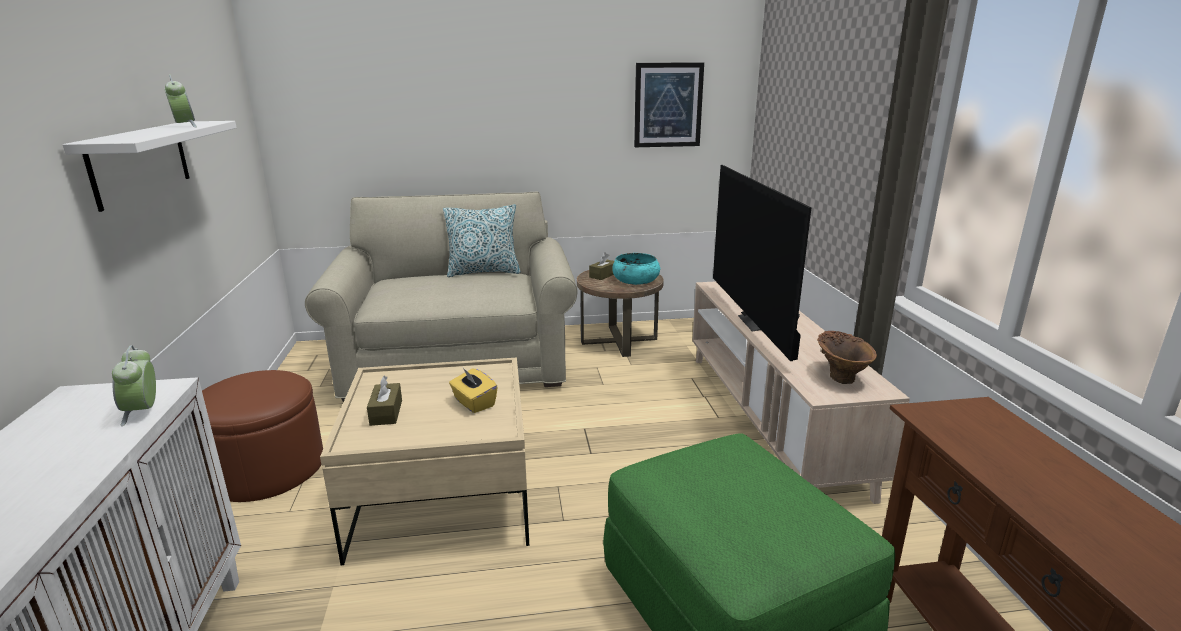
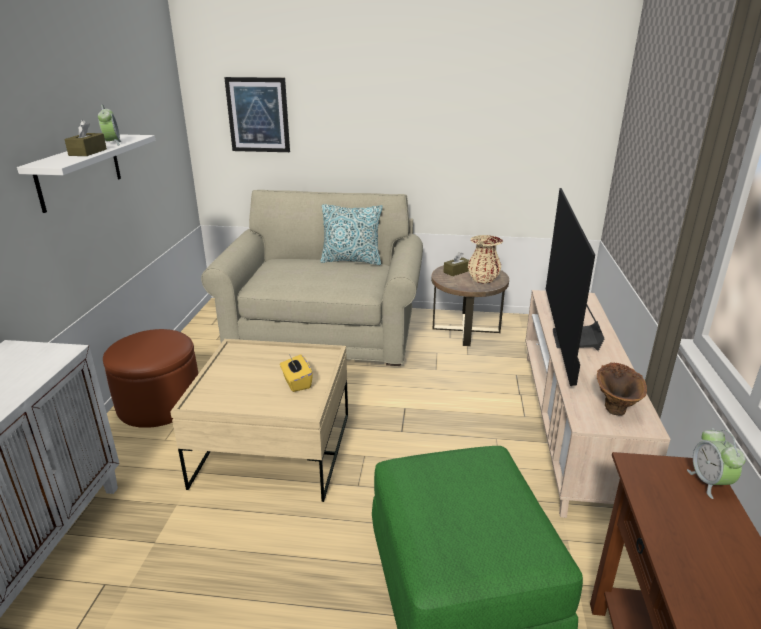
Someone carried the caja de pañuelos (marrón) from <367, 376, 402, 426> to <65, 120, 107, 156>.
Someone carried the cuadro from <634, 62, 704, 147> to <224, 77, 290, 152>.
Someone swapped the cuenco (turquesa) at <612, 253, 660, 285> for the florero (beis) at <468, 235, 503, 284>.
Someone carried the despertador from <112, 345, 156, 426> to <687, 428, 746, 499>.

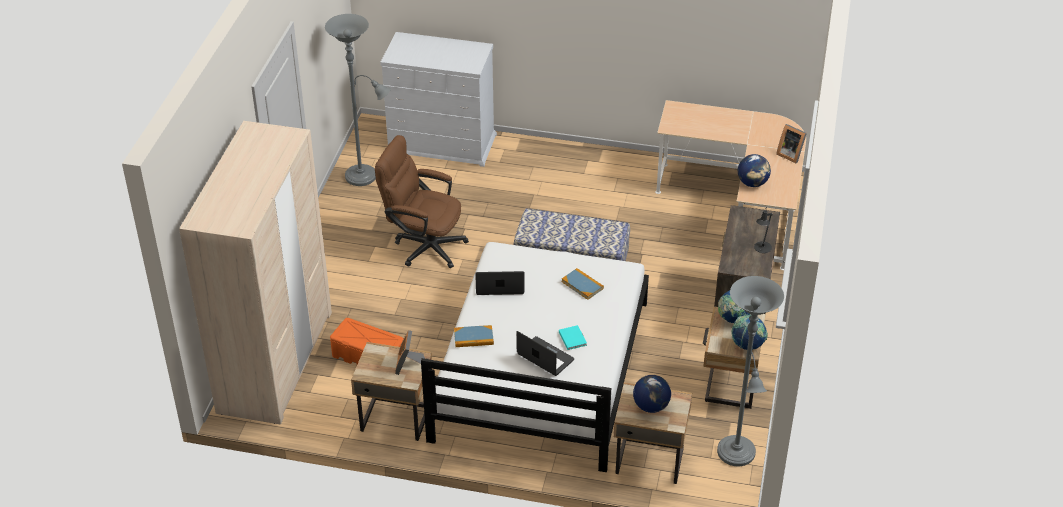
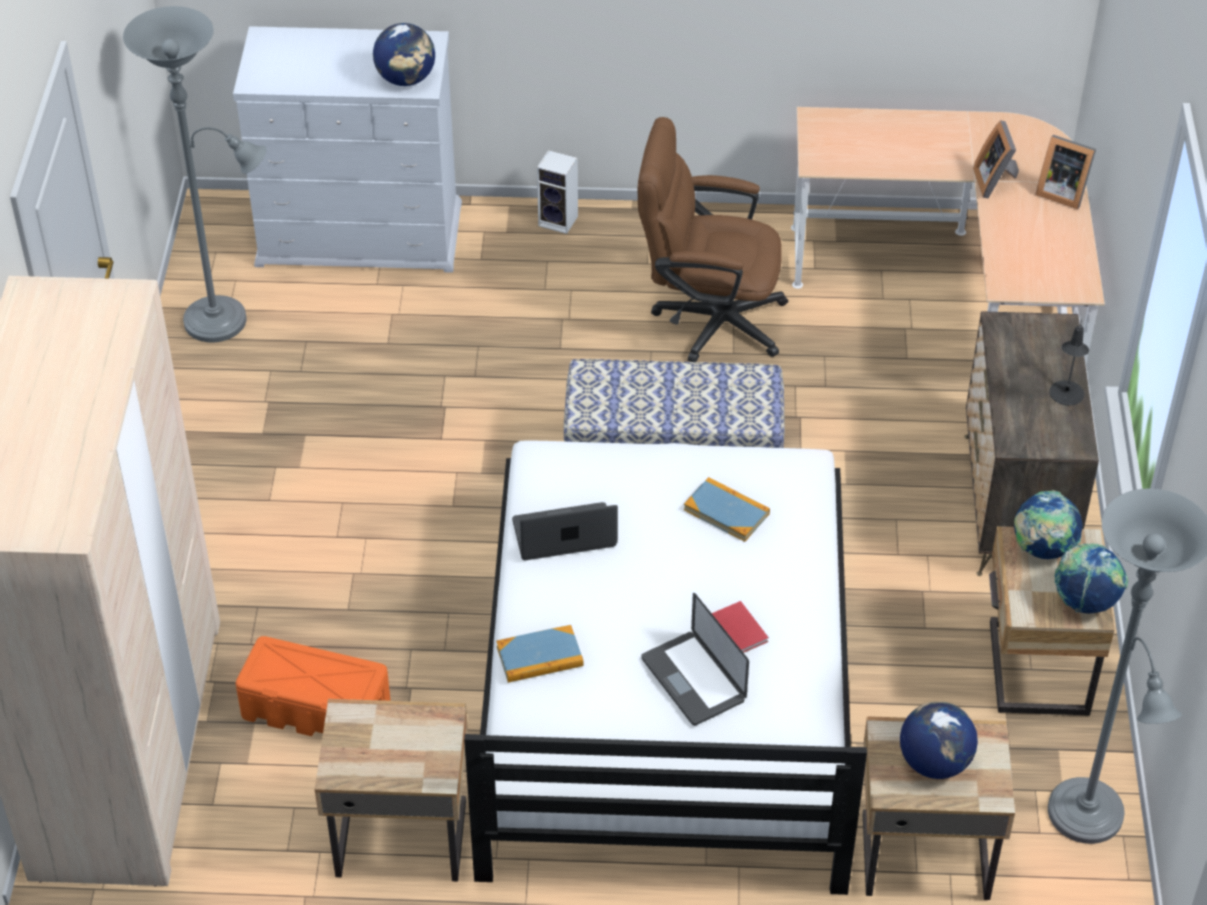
Someone carried the globo terráqueo from <738, 154, 771, 187> to <373, 23, 435, 86>.
Someone put down the altavoz at <537, 150, 578, 234>.
Someone carried the silla de oficina (marrón) from <375, 135, 469, 268> to <638, 117, 788, 362>.
Someone rotated the portátil at <516, 331, 574, 376> by 150 degrees counterclockwise.
Someone repainted the libro (turquesa) at <559, 325, 587, 350>, which became the libro (rojo) at <712, 601, 769, 653>.
Someone carried the portarretratos from <395, 330, 425, 375> to <973, 120, 1019, 198>.

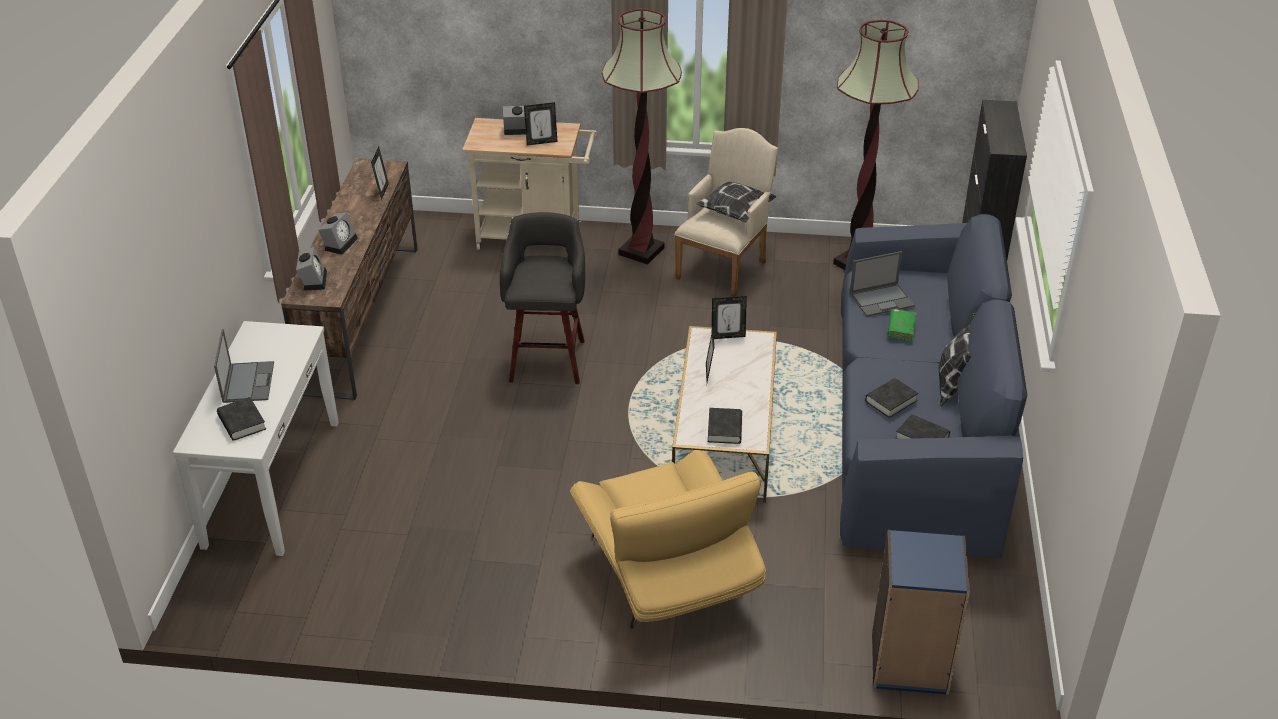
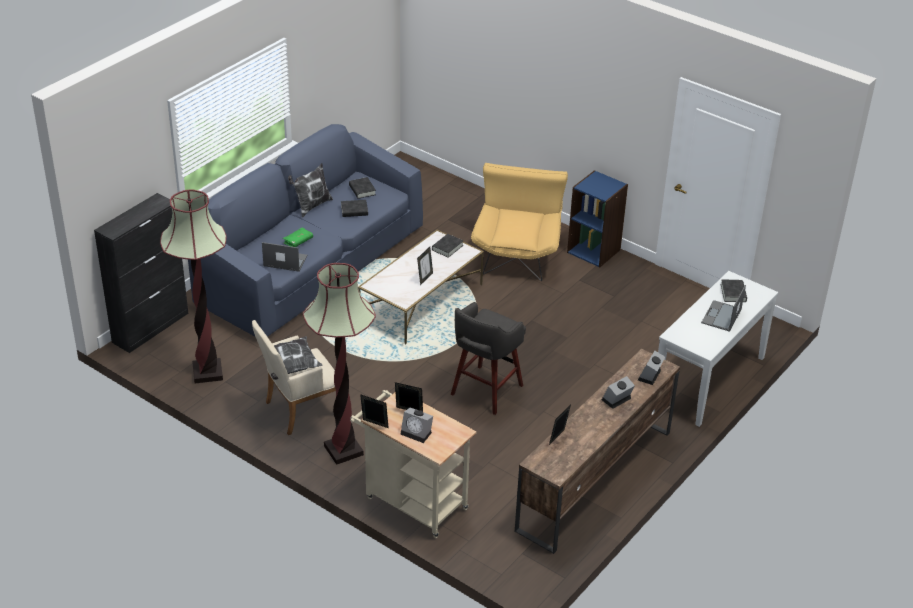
Someone carried the portarretratos from <712, 296, 747, 339> to <360, 394, 389, 428>.
Someone carried the estantería (azul) from <872, 530, 970, 695> to <567, 170, 628, 267>.

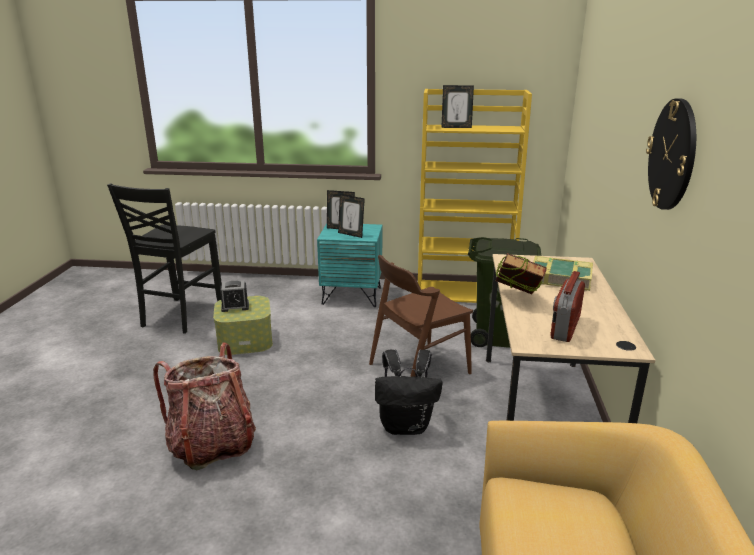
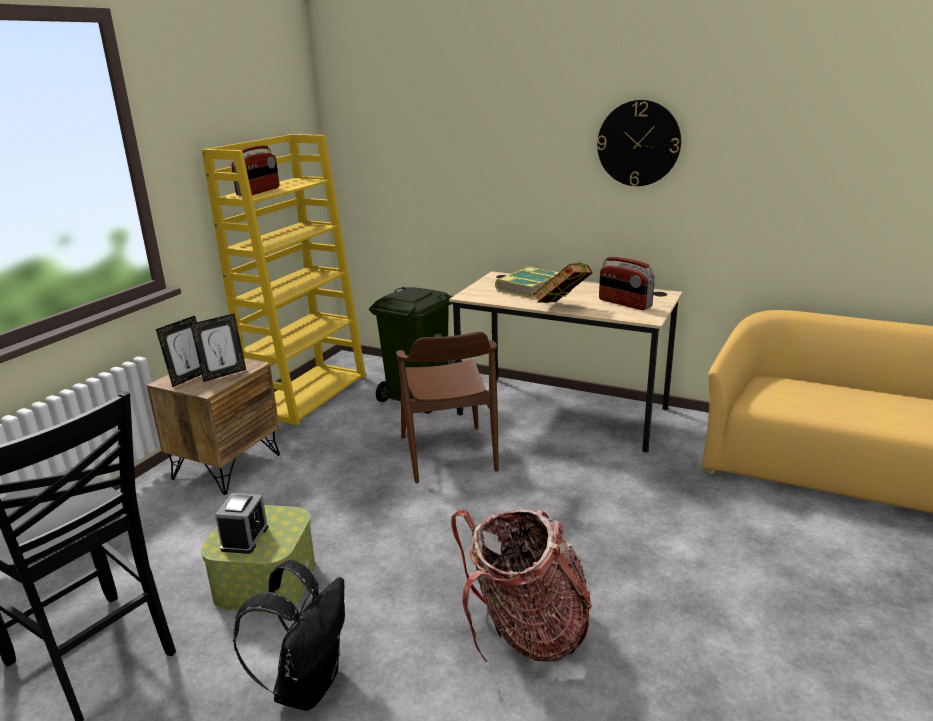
Someone repainted the mesita de noche (turquesa) at <317, 223, 382, 307>, which became the mesita de noche (marrón) at <147, 358, 280, 495>.
Someone swapped the portarretratos at <441, 85, 474, 128> for the radio at <232, 146, 279, 196>.
Someone carried the mochila (negro) from <375, 349, 443, 435> to <233, 560, 345, 711>.

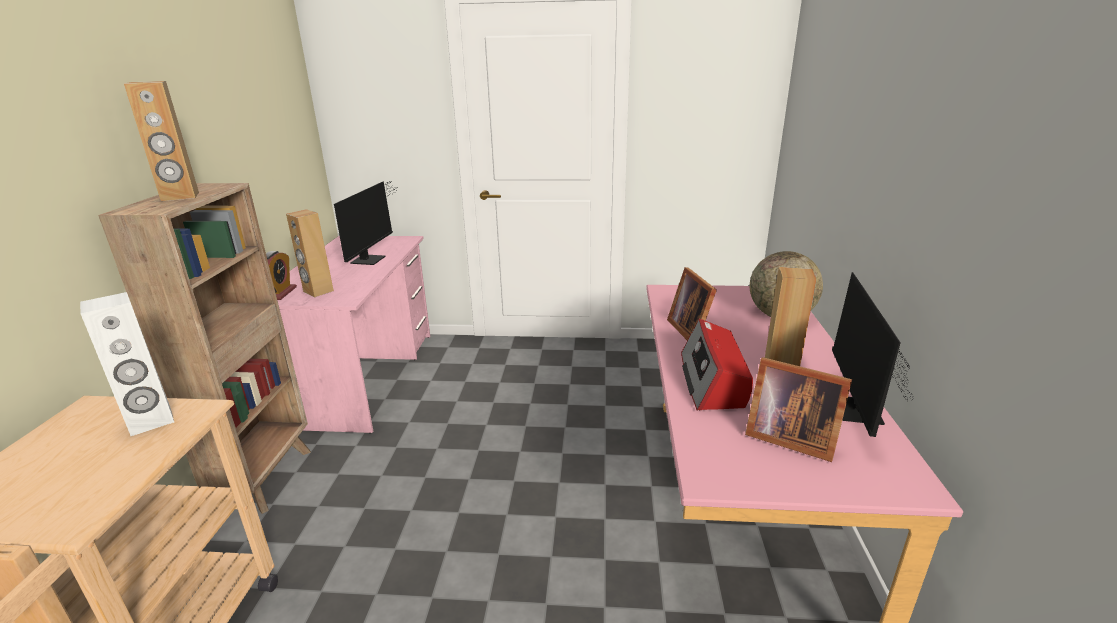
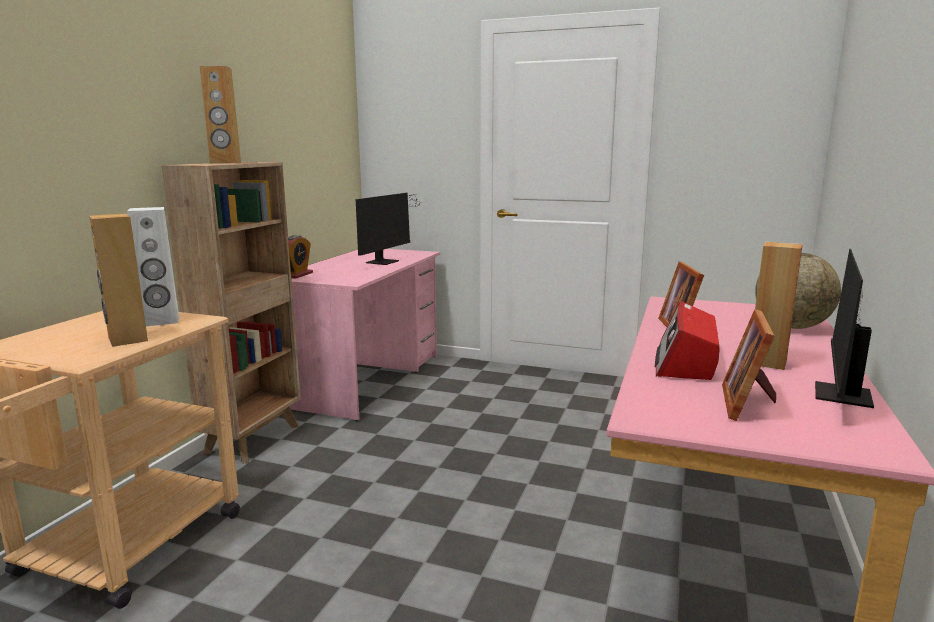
Someone carried the altavoz (marrón) from <286, 209, 334, 297> to <89, 214, 148, 347>.
Someone rotated the portarretratos at <745, 357, 852, 462> by 60 degrees clockwise.

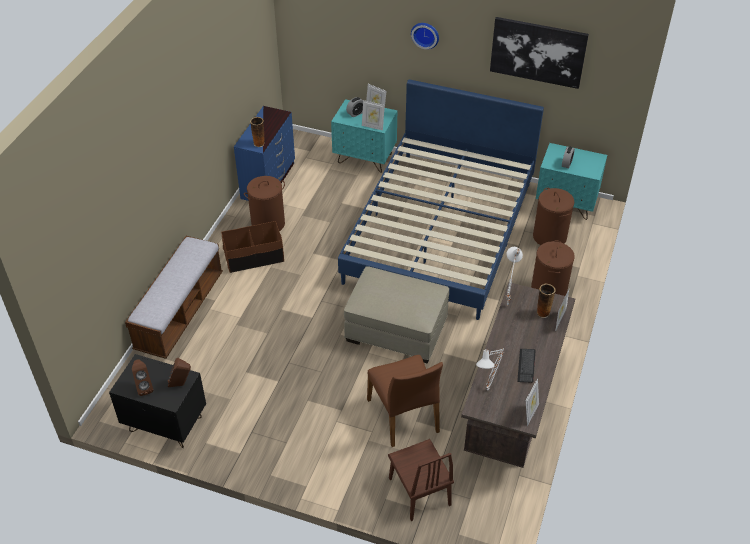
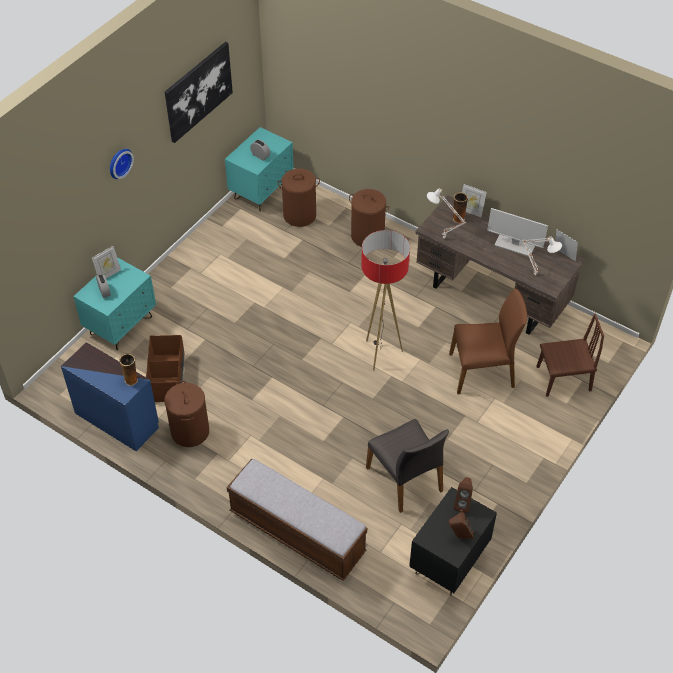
Someone carried the caja de almacenaje (marrón) from <221, 221, 284, 273> to <146, 335, 185, 402>.
Someone swapped the puf (beis) at <344, 266, 449, 363> for the lámpara de pie at <361, 230, 410, 371>.
Someone put down the silla (gris) at <366, 419, 449, 513>.
Someone swapped the teclado at <517, 349, 536, 383> for the monitor at <487, 208, 548, 257>.
Someone took away the cama (azul) at <338, 79, 544, 320>.
Someone took away the portarretratos at <362, 100, 385, 131>.

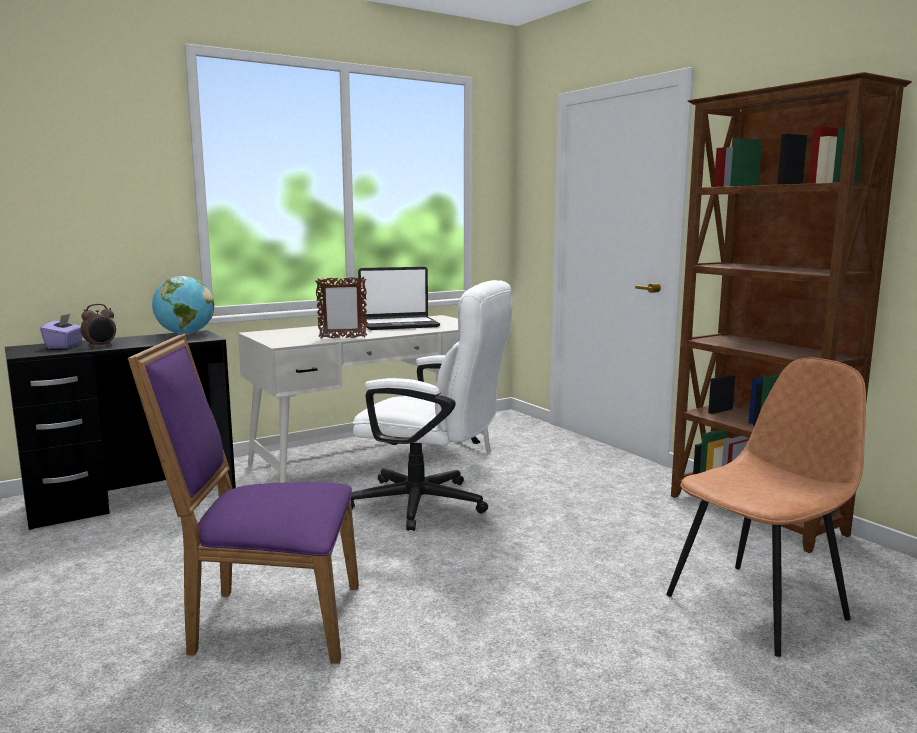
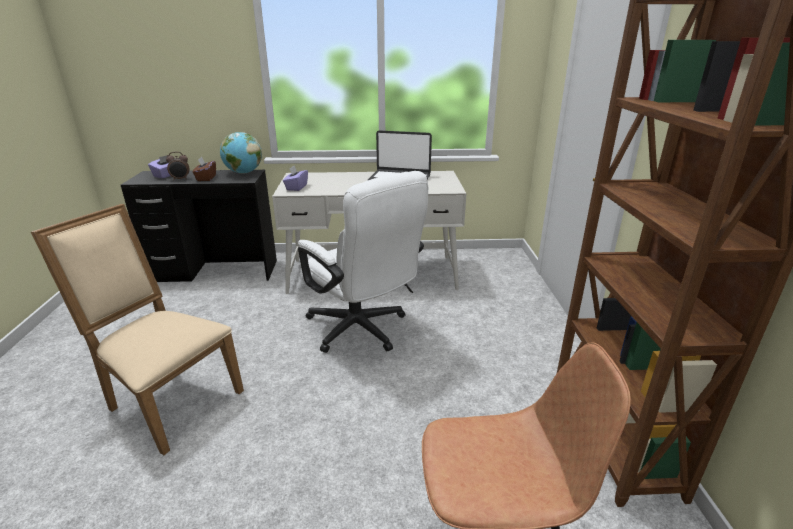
Someone repainted the silla (morado) at <128, 334, 359, 663>, which became the silla (beis) at <31, 204, 244, 455>.
Someone put down the caja de pañuelos (marrón) at <193, 157, 216, 181>.
Someone put down the caja de pañuelos (morado) at <283, 165, 308, 191>.
Someone took away the portarretratos at <315, 276, 367, 339>.

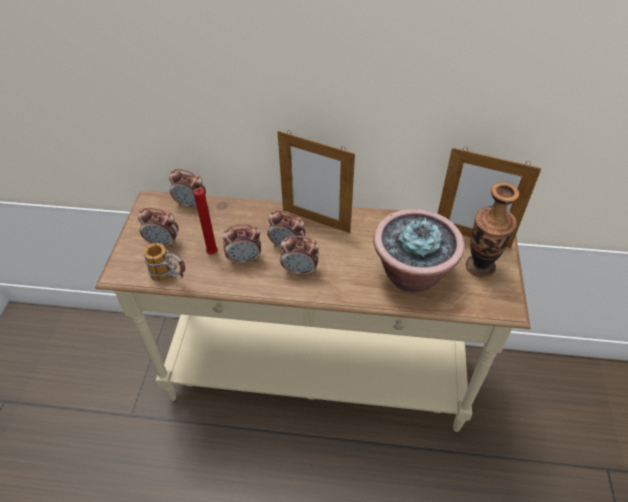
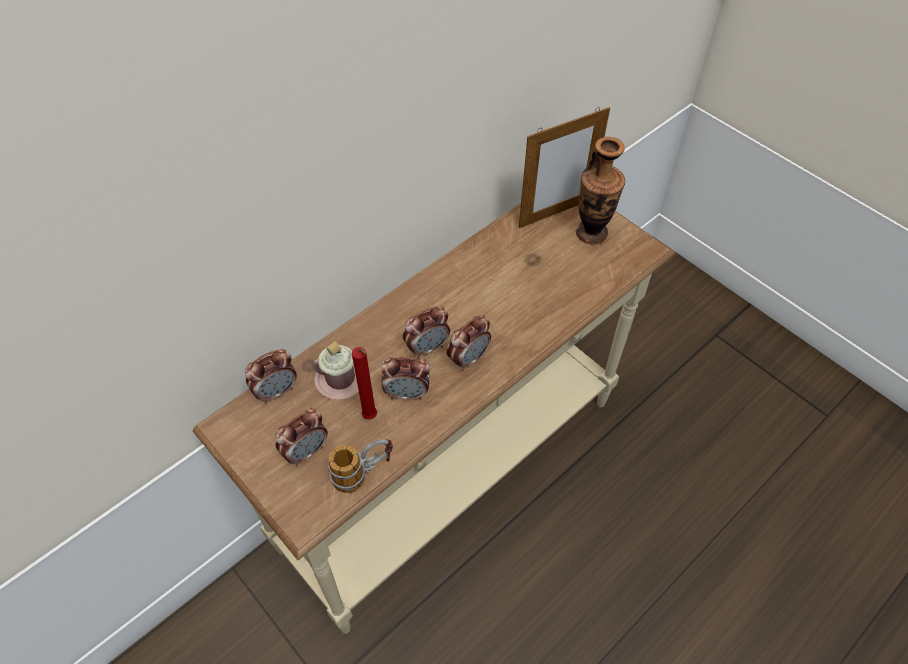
Someone put down the taza grande (rosa) at <313, 341, 359, 400>.
Someone rotated the despertador at <222, 224, 261, 265> by 60 degrees clockwise.
Someone took away the portarretratos at <277, 130, 355, 233>.
Someone took away the planta en maceta at <373, 209, 464, 293>.

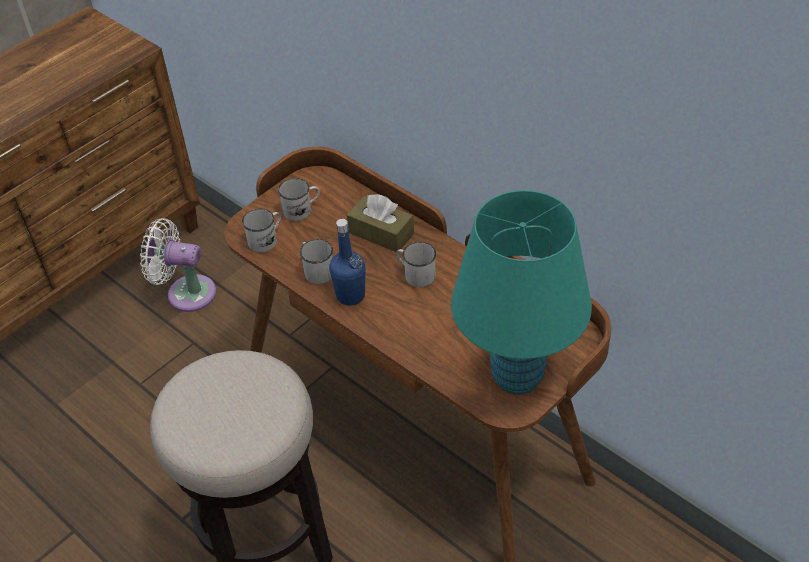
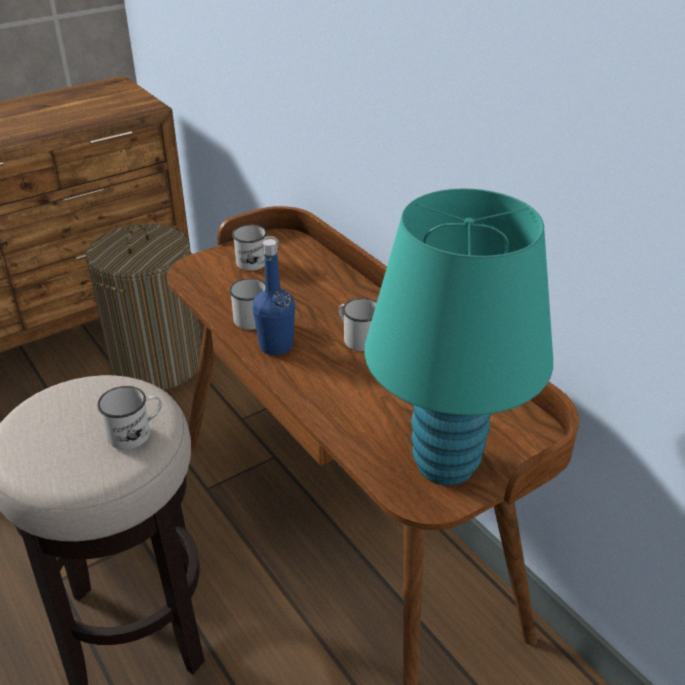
Someone swapped the ventilador (blanco) at <140, 218, 217, 312> for the cesto de la ropa at <86, 224, 201, 390>.
Someone carried the taza grande (blanco) from <242, 209, 281, 252> to <97, 386, 162, 450>.
Someone took away the caja de pañuelos (marrón) at <347, 194, 414, 252>.

